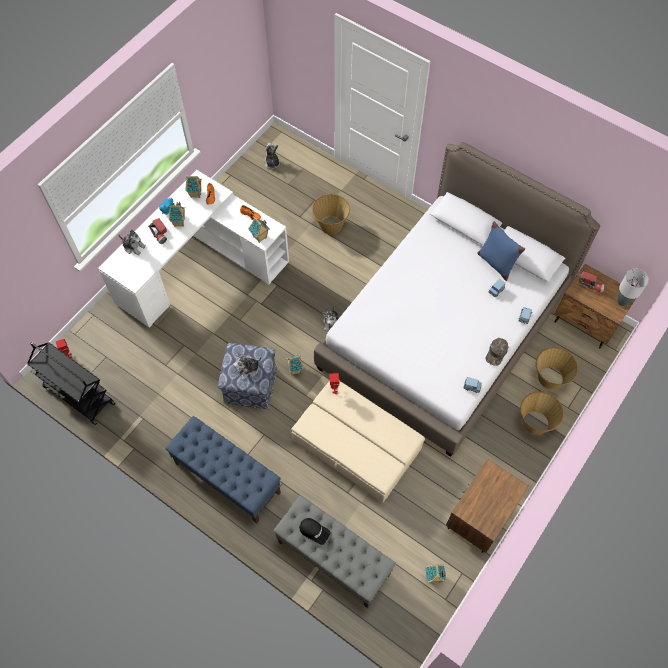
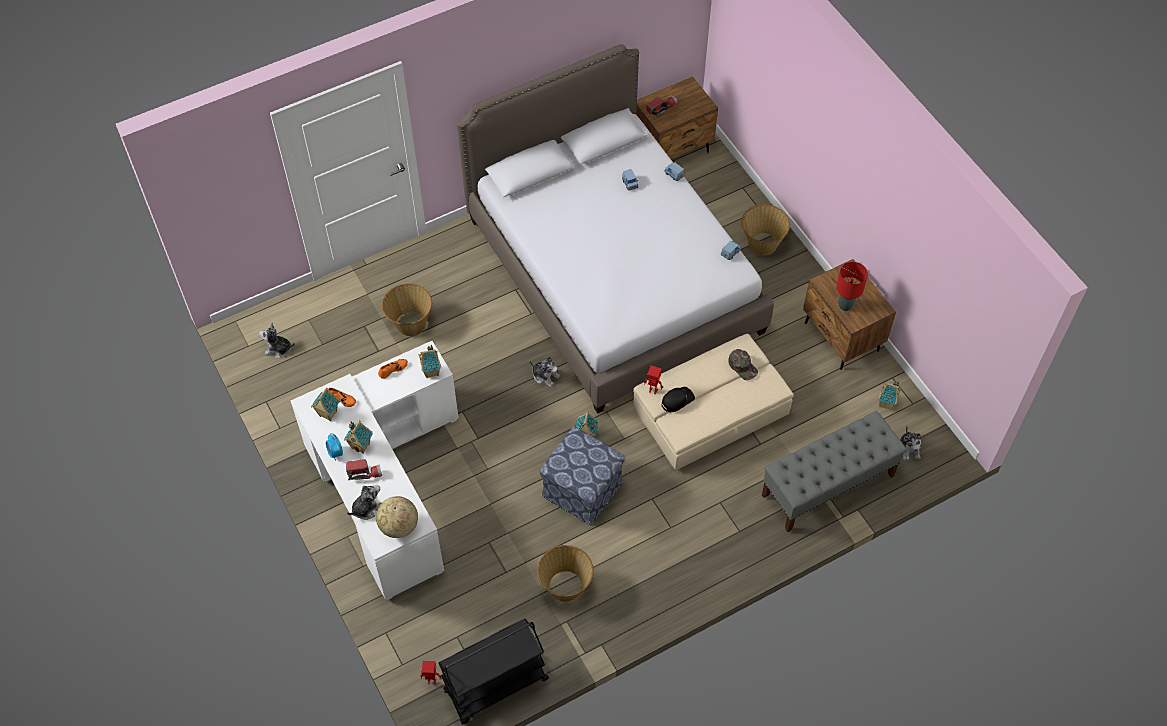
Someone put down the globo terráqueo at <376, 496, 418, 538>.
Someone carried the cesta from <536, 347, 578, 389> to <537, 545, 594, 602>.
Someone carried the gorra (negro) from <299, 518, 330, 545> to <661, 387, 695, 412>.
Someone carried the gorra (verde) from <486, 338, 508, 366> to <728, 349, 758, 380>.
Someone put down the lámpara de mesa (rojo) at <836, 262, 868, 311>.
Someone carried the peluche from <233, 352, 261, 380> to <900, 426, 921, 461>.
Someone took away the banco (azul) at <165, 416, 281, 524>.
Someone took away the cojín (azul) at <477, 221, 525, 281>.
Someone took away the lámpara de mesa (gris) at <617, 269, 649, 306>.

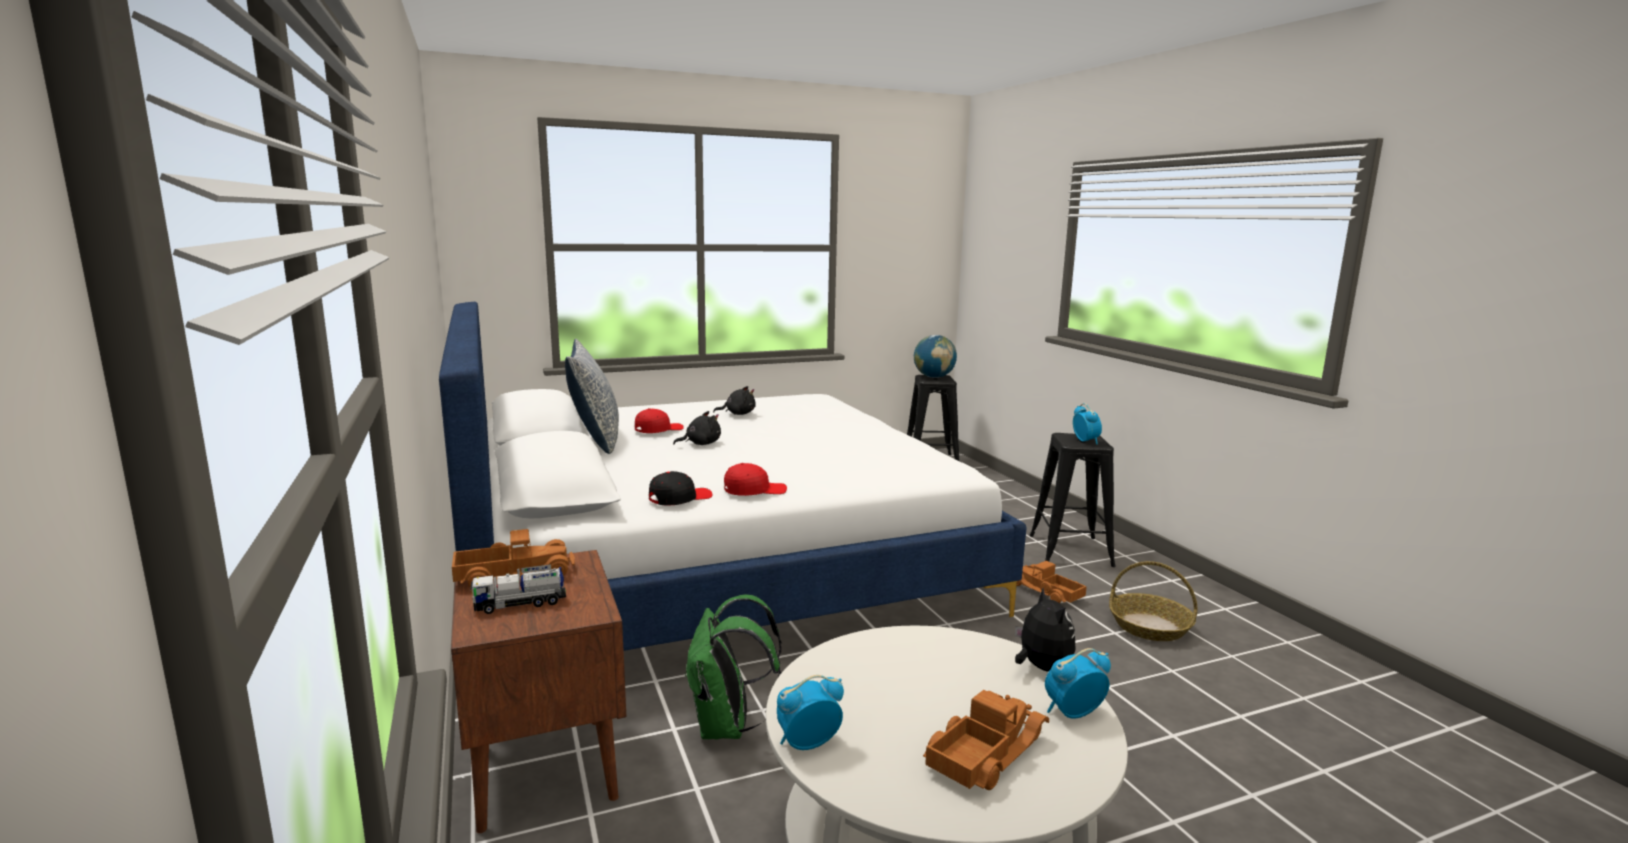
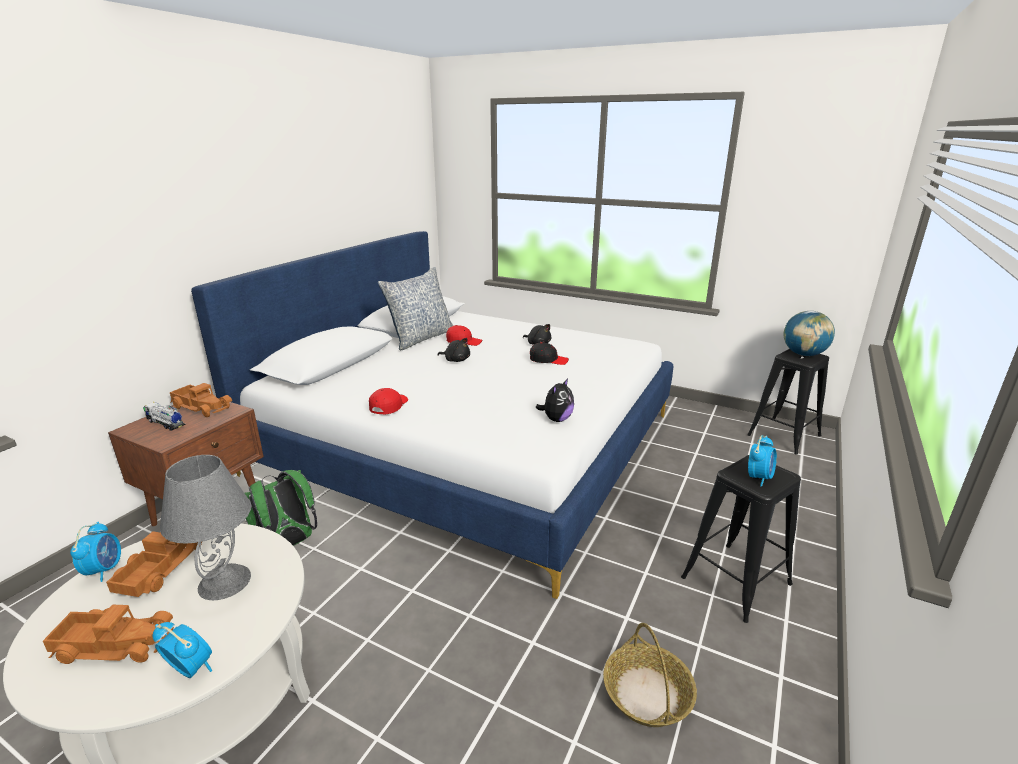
Someone rotated the despertador at <777, 675, 844, 750> by 60 degrees clockwise.
Someone carried the camión de juguete from <1017, 561, 1087, 603> to <106, 531, 202, 597>.
Someone put down the lámpara de mesa (gris) at <160, 455, 251, 600>.
Someone rotated the gorra (rojo) at <724, 463, 787, 496> by 105 degrees counterclockwise.
Someone carried the gorra (negro) from <649, 471, 712, 506> to <530, 342, 569, 365>.
Someone carried the peluche from <1015, 588, 1075, 672> to <536, 378, 574, 422>.

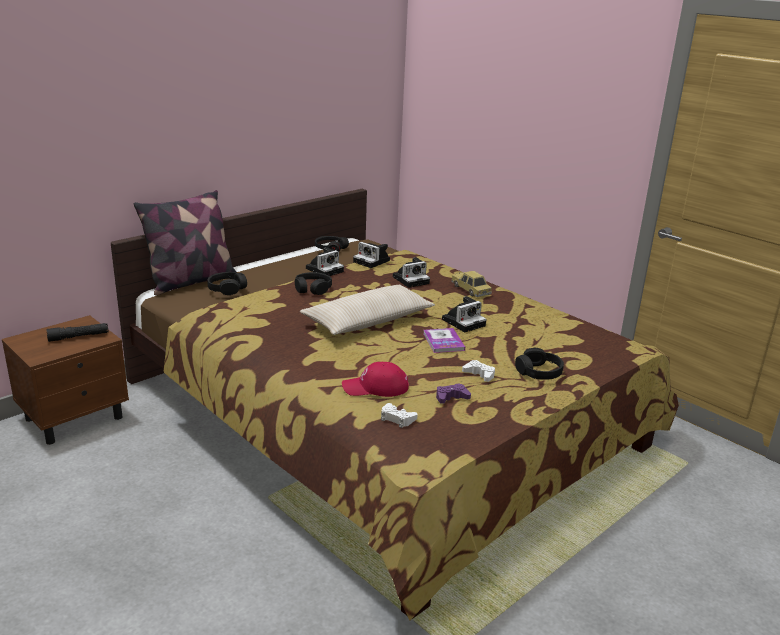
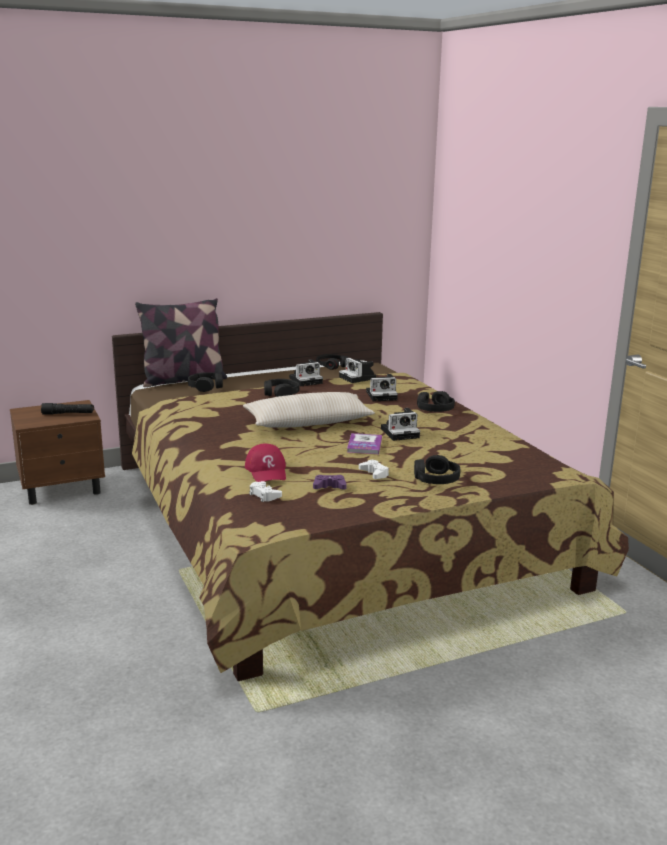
Someone rotated the gorra (rojo) at <342, 362, 409, 397> by 120 degrees counterclockwise.
Someone swapped the coche de juguete at <451, 271, 492, 297> for the auriculares (negro) at <417, 391, 455, 412>.

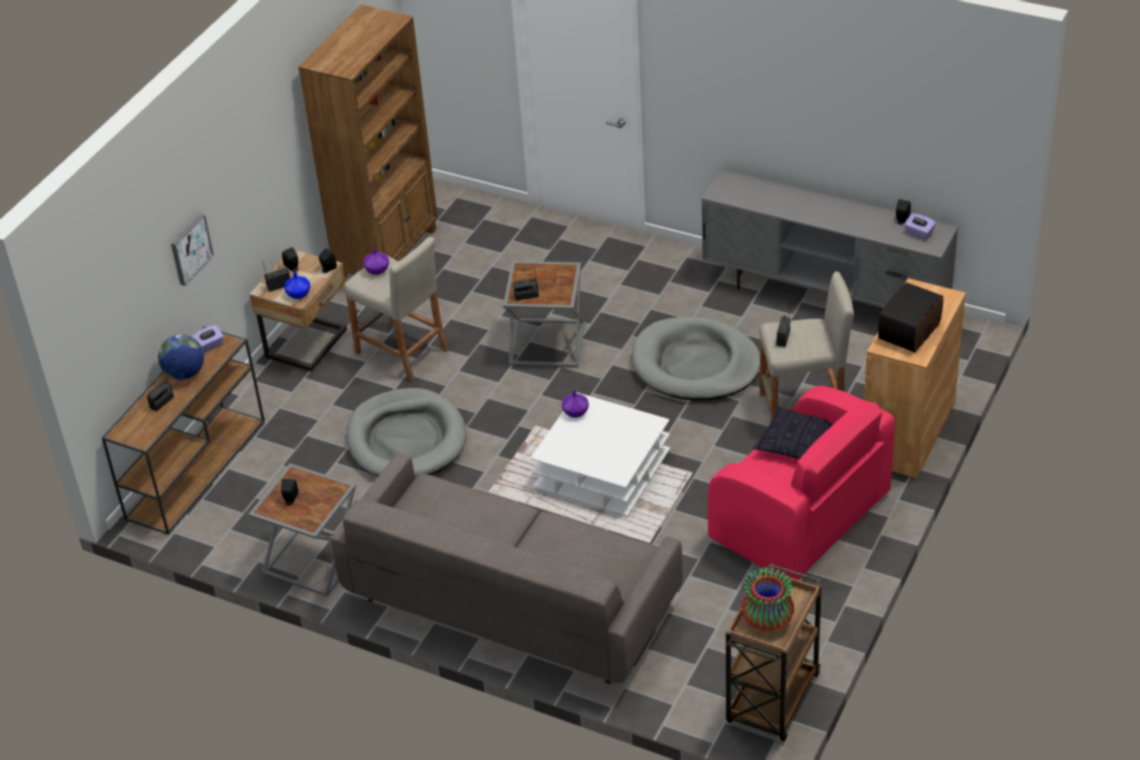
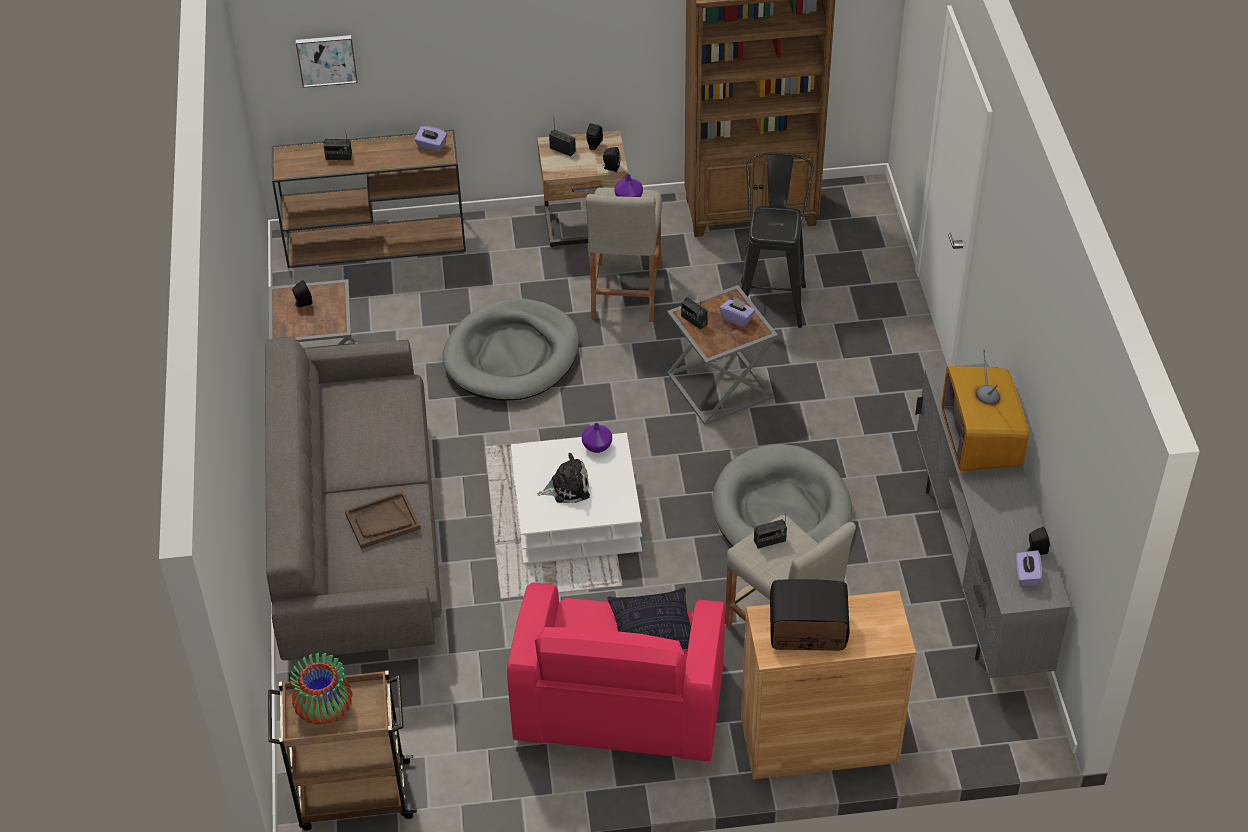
Someone carried the cuadro from <171, 214, 214, 286> to <296, 35, 357, 88>.
Someone put down the bandeja (marrón) at <345, 491, 421, 549>.
Someone put down the peluche at <537, 453, 590, 503>.
Someone put down the caja de pañuelos (morado) at <720, 297, 755, 327>.
Someone put down the taburete (negro) at <741, 153, 814, 328>.
Someone put down the televisor at <941, 350, 1029, 471>.
Someone took away the globo terráqueo at <158, 335, 204, 380>.
Someone took away the florero (azul) at <284, 272, 310, 299>.

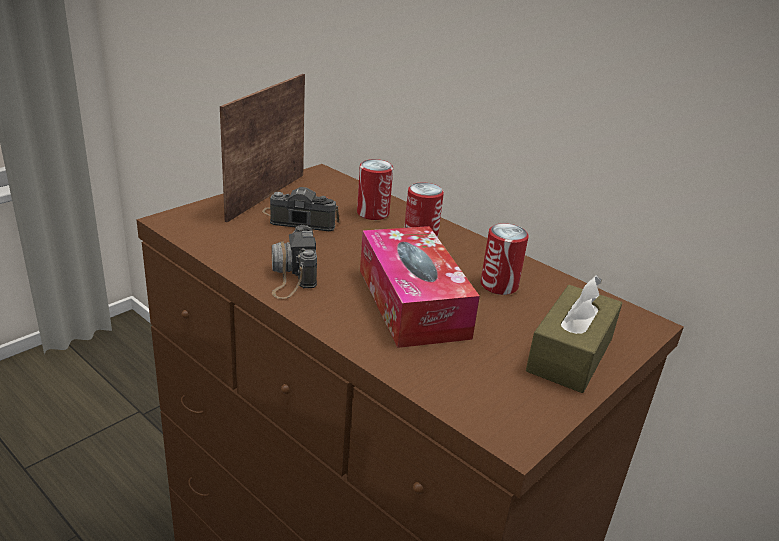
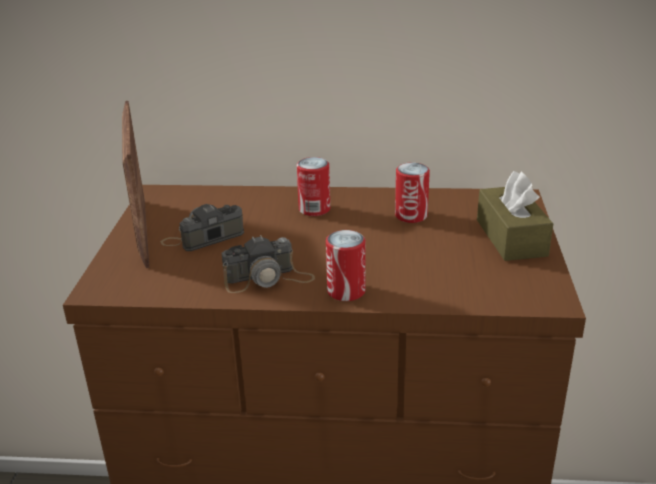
Someone rotated the cámara at <272, 225, 317, 299> by 60 degrees counterclockwise.
Someone carried the lata from <357, 159, 393, 220> to <326, 230, 365, 301>.
Someone took away the caja de pañuelos at <360, 226, 480, 348>.

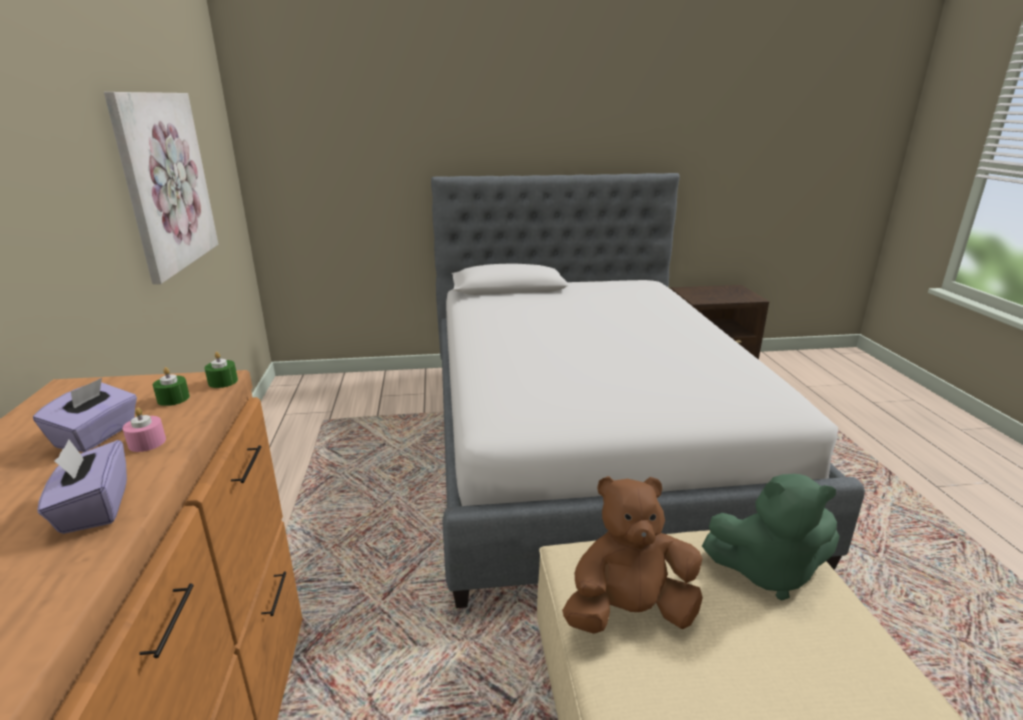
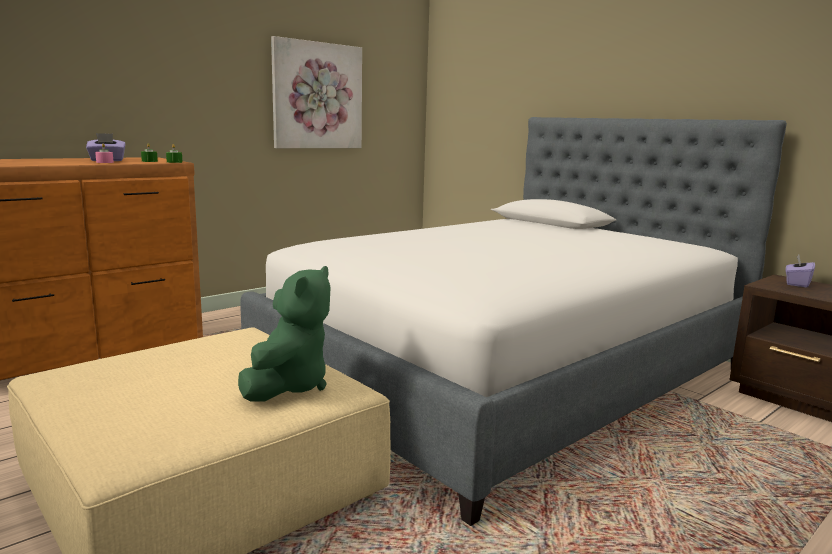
Someone rotated the peluche (verde) at <702, 474, 840, 601> by 135 degrees counterclockwise.
Someone carried the caja de pañuelos (morado) from <37, 440, 127, 534> to <785, 255, 815, 287>.
Someone took away the peluche (marrón) at <562, 476, 703, 633>.

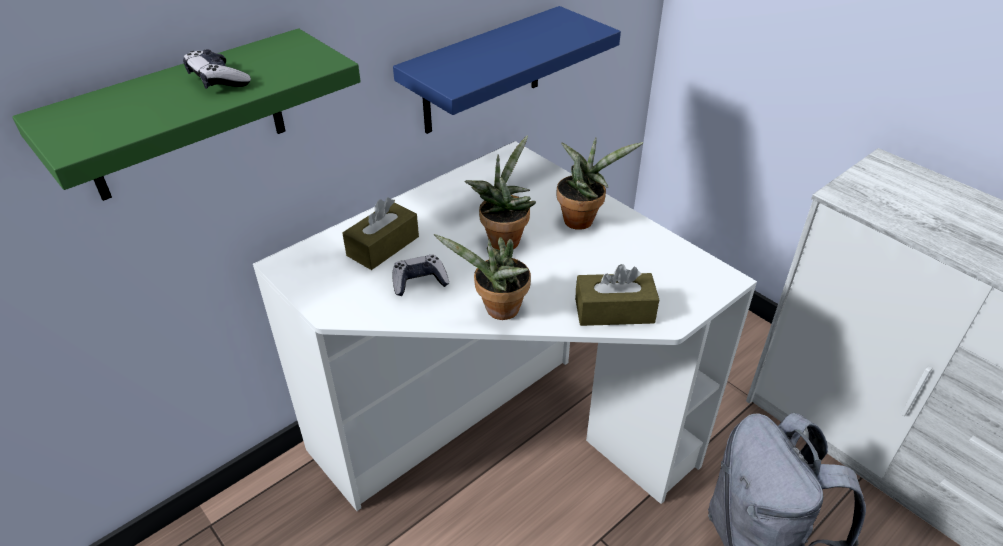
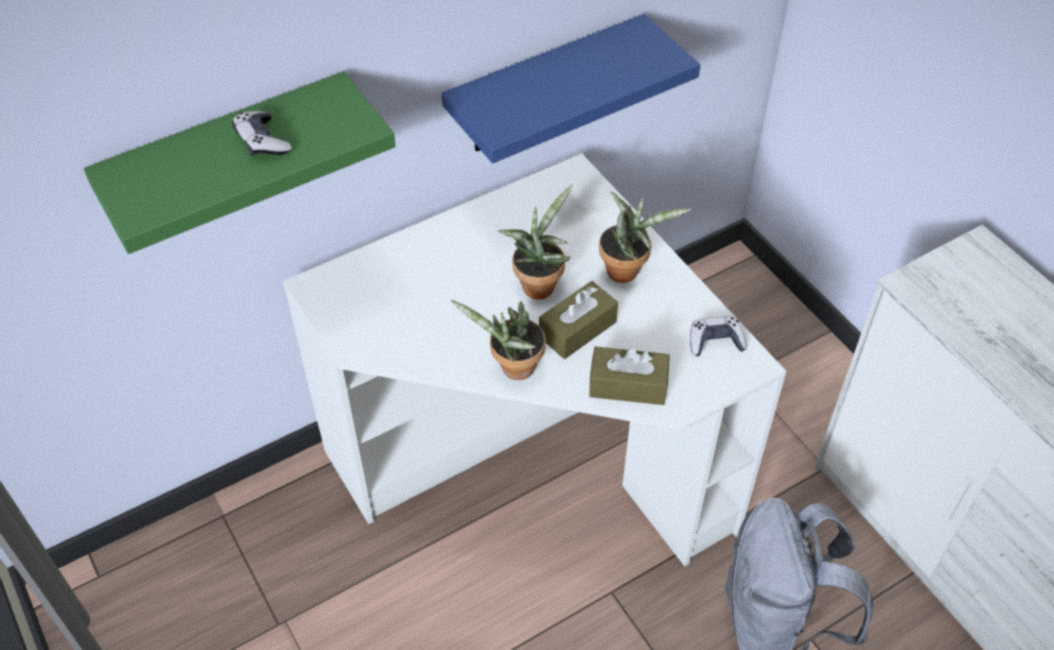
Someone carried the caja de pañuelos (marrón) from <342, 197, 419, 270> to <539, 281, 618, 359>.
Someone carried the mando de consola from <392, 255, 449, 296> to <690, 316, 747, 356>.

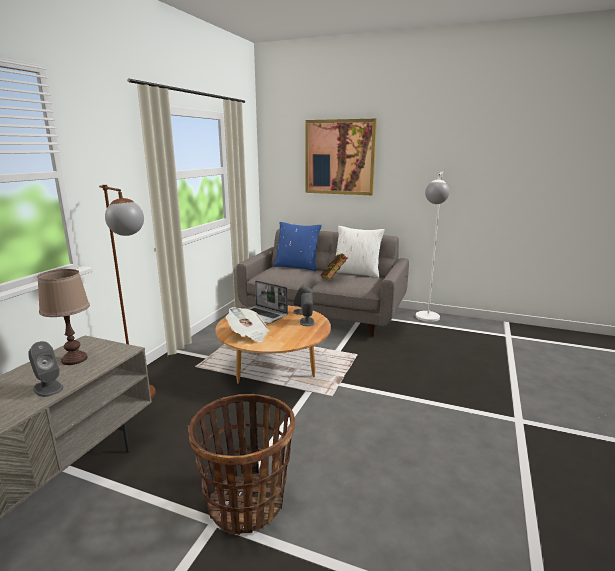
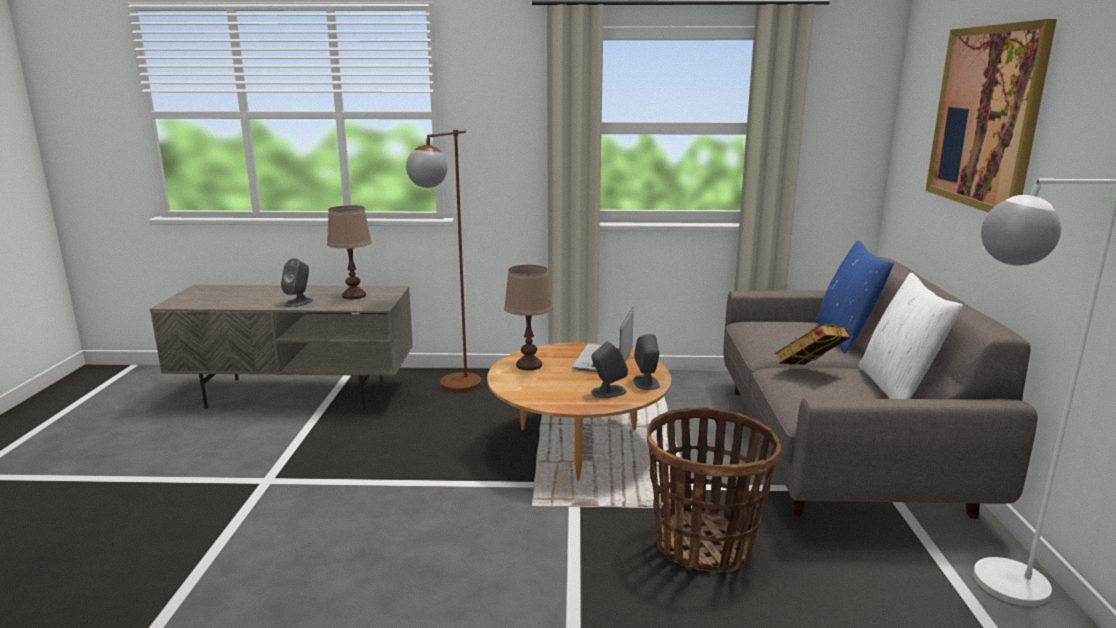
Someone swapped the periódico at <226, 307, 270, 342> for the lámpara de mesa (marrón) at <504, 265, 553, 371>.
Someone carried the cesta from <188, 394, 295, 535> to <647, 408, 781, 573>.

